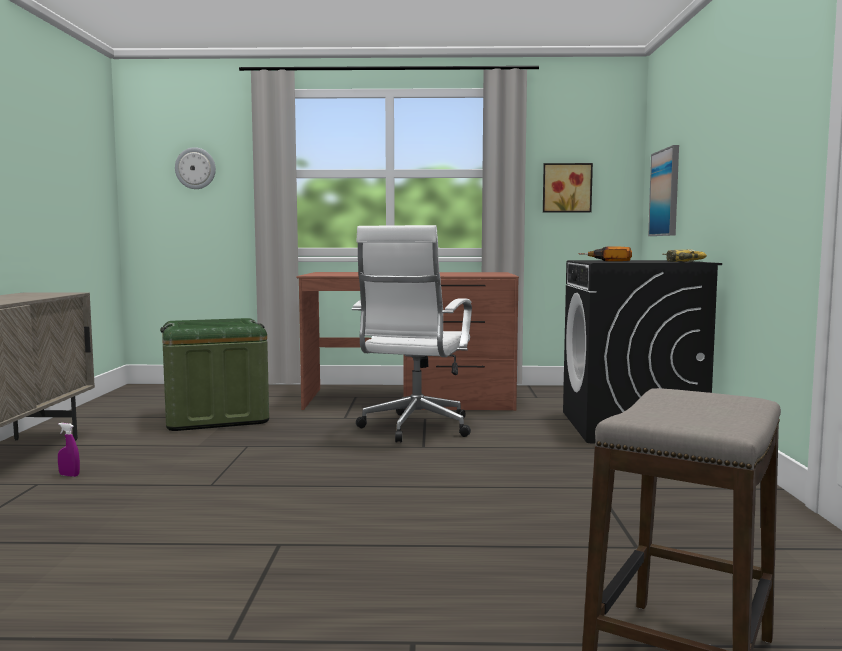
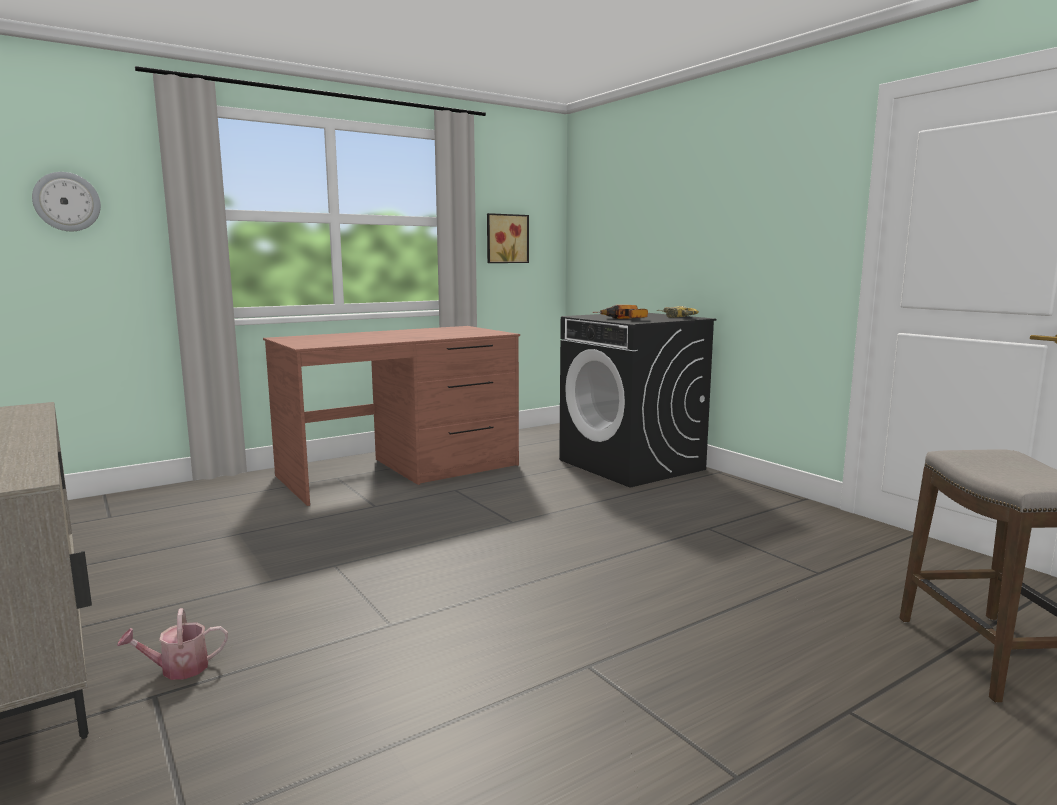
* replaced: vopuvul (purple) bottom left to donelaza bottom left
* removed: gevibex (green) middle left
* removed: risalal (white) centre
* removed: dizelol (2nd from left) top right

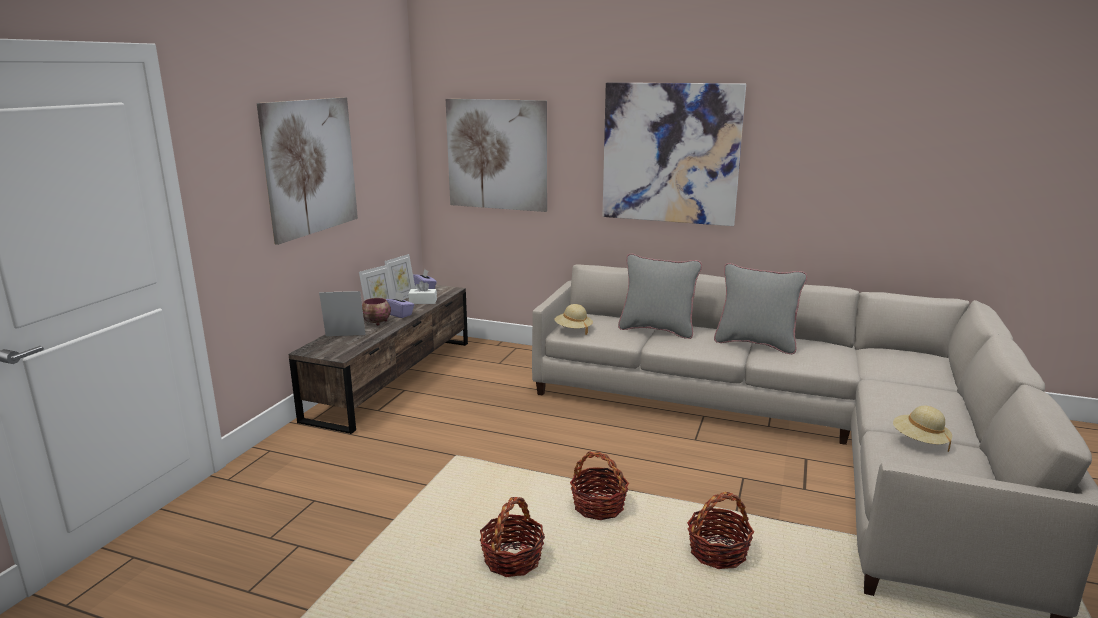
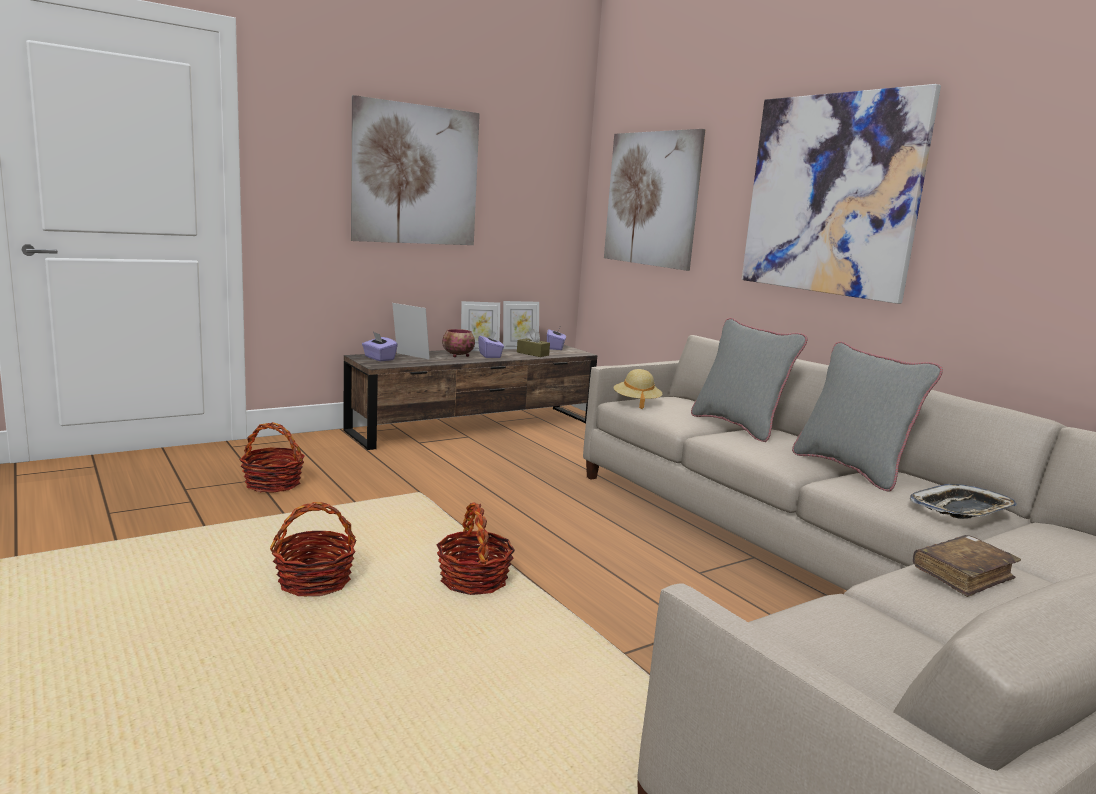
* moved: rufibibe (3rd from left in the first image) bottom centre to rufibibe (1st from left) middle left
* added: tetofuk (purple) (1st from left) centre
* recoloured: tetofuk (white) centre to tetofuk (brown) centre
* added: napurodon middle right
* added: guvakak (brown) bottom right
* removed: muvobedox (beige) (2nd from left) bottom right

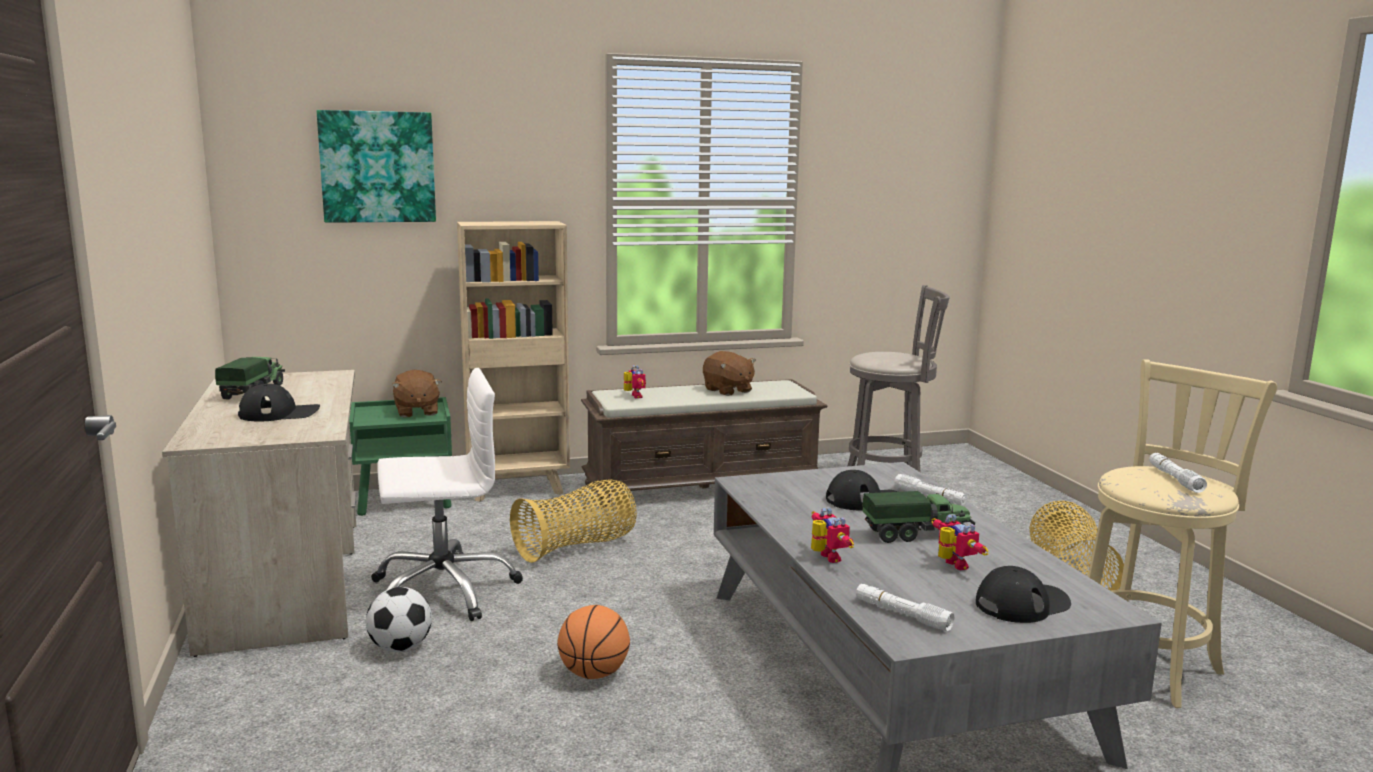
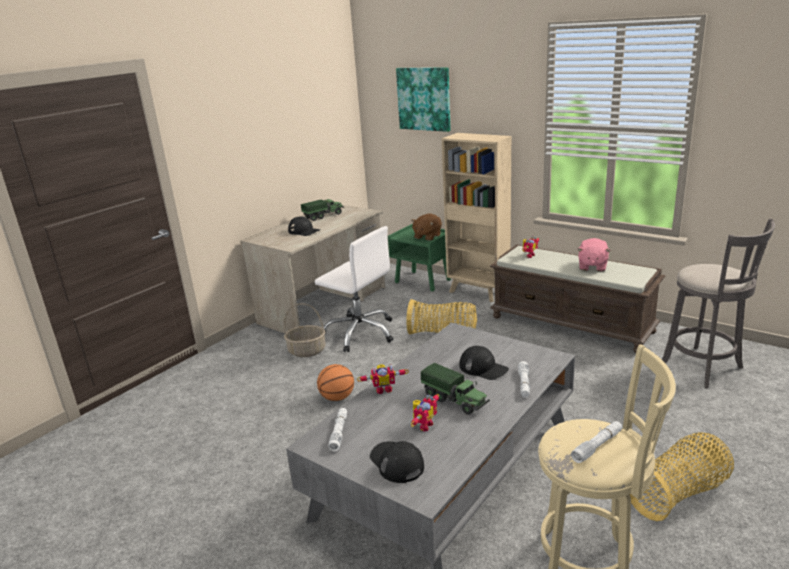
* replaced: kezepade bottom left to rufibibe (1st from left) centre
* turned: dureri (2nd from left in the first image) bottom centre = centre 45 degrees clockwise
* turned: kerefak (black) (3rd from left in the first image) bottom right = bottom centre 150 degrees counterclockwise
* recoloured: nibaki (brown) (2nd from left) centre to nibaki (pink) middle right

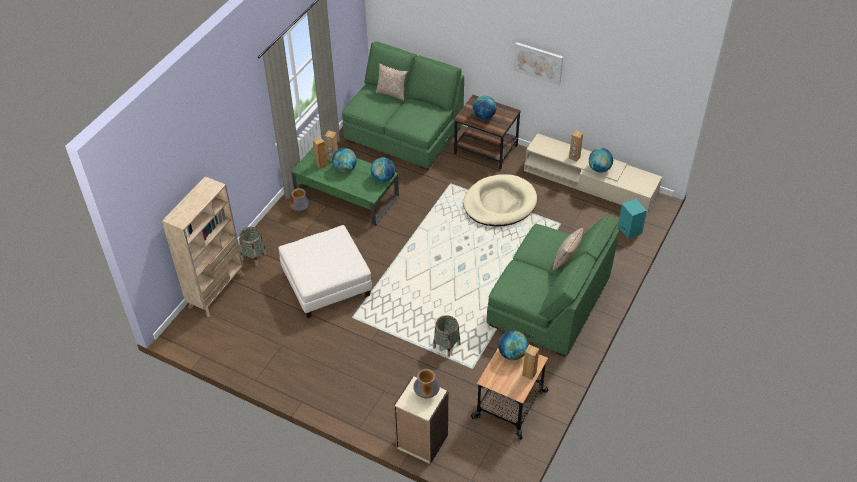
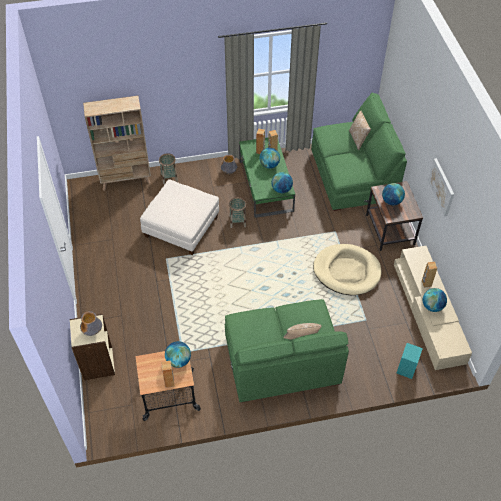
* moved: rufibibe (2nd from left) bottom centre to centre

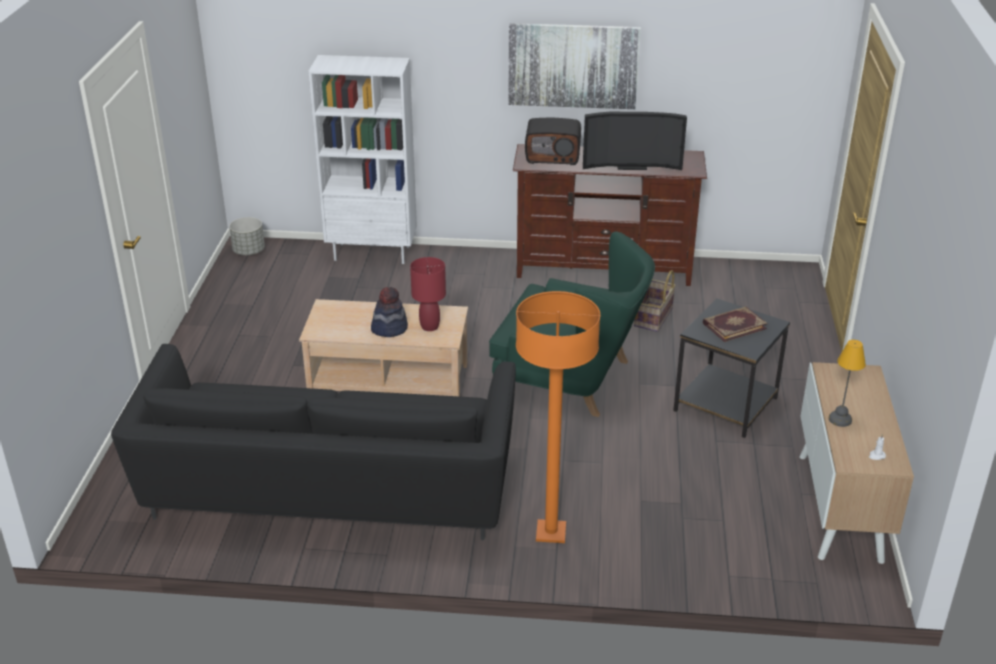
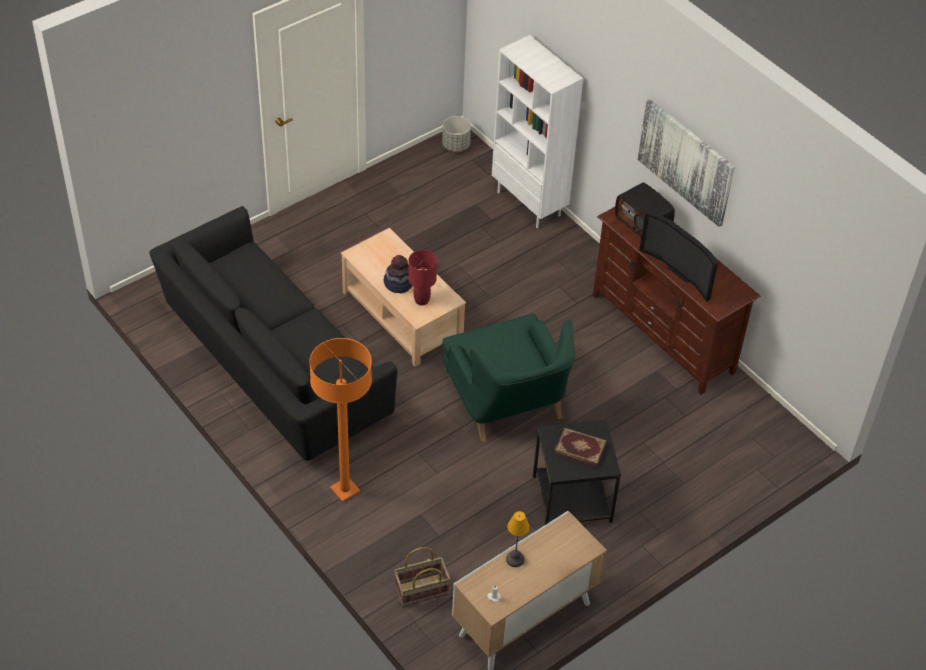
* moved: rufibibe centre to bottom centre

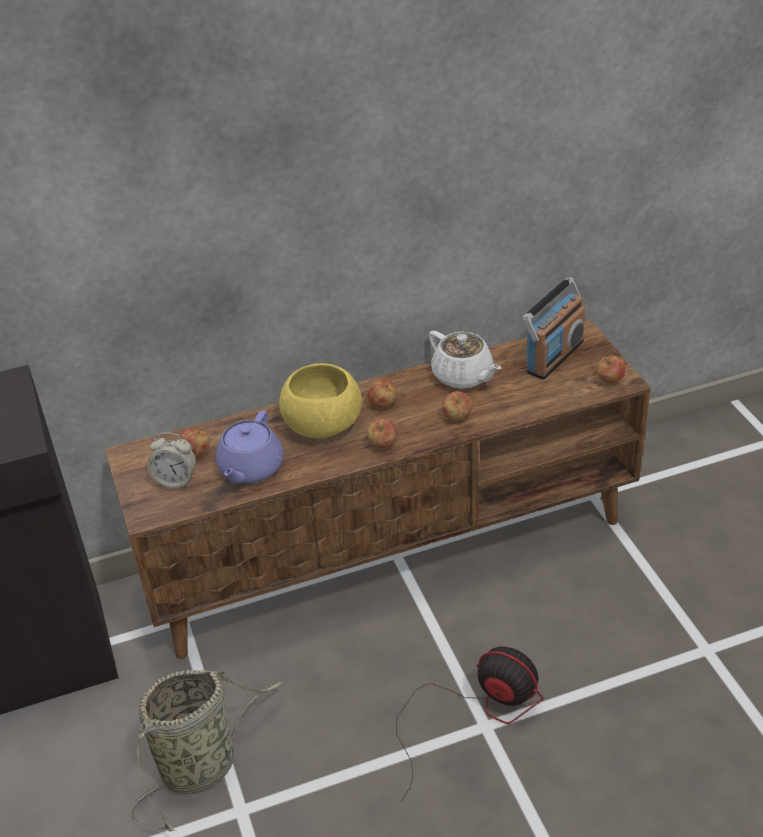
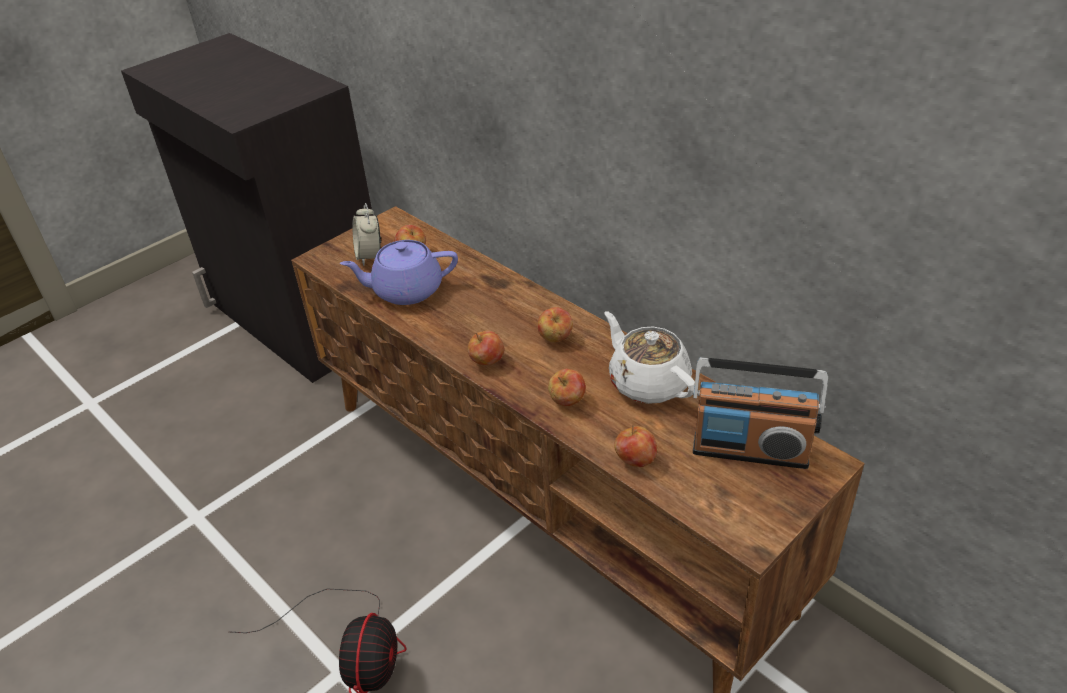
* turned: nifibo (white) centre = centre 120 degrees clockwise
* moved: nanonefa (5th from left) middle right to centre
* removed: rufibibe bottom left
* removed: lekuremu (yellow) centre

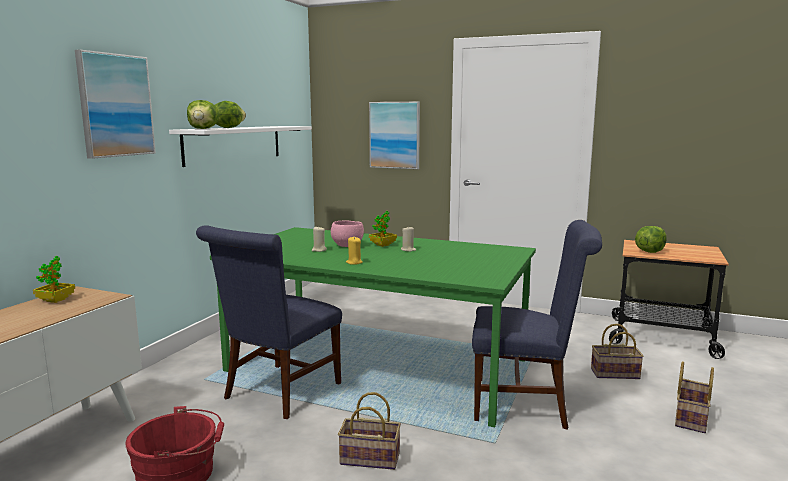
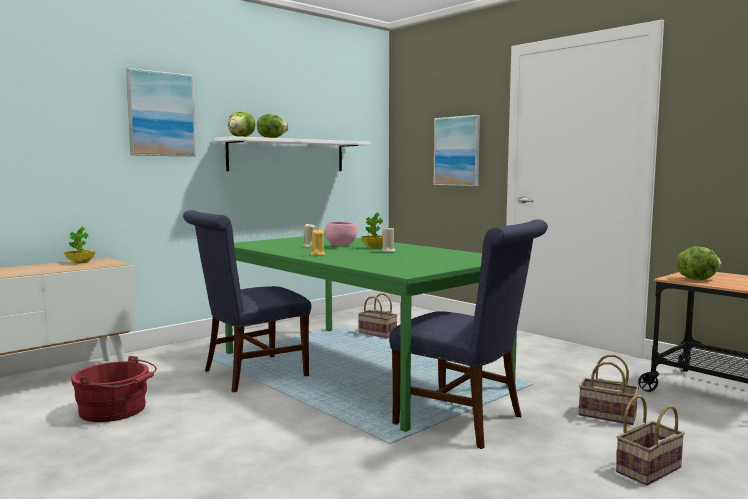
* moved: rufibibe (1st from left) bottom centre to centre

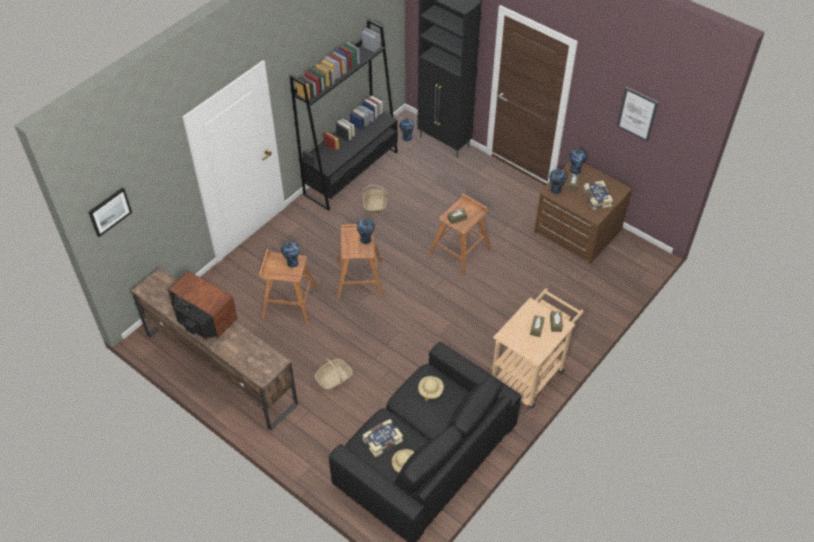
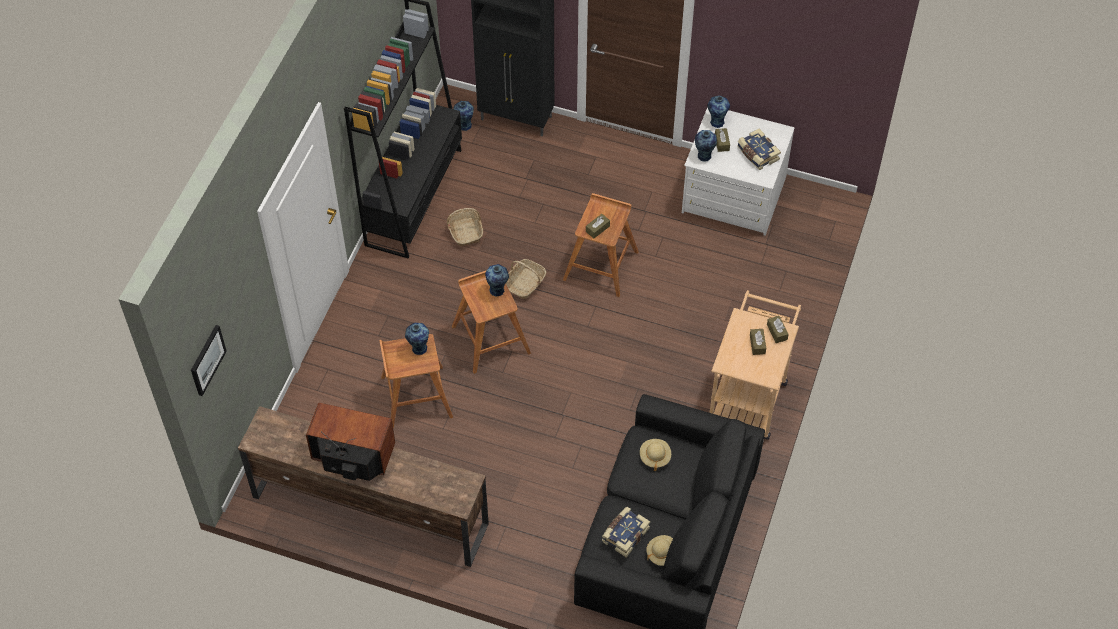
* moved: rufibibe (1st from left in the first image) bottom centre to rufibibe (2nd from left) centre
* recoloured: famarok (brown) middle right to famarok (white) top centre
* removed: dizelol (2nd from left) top right

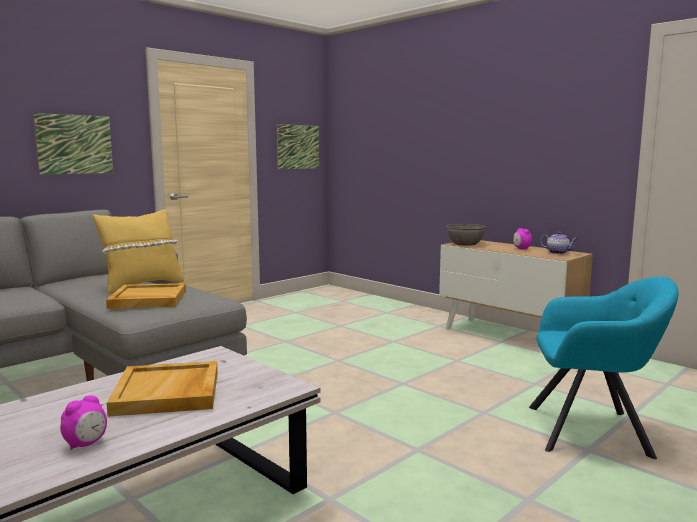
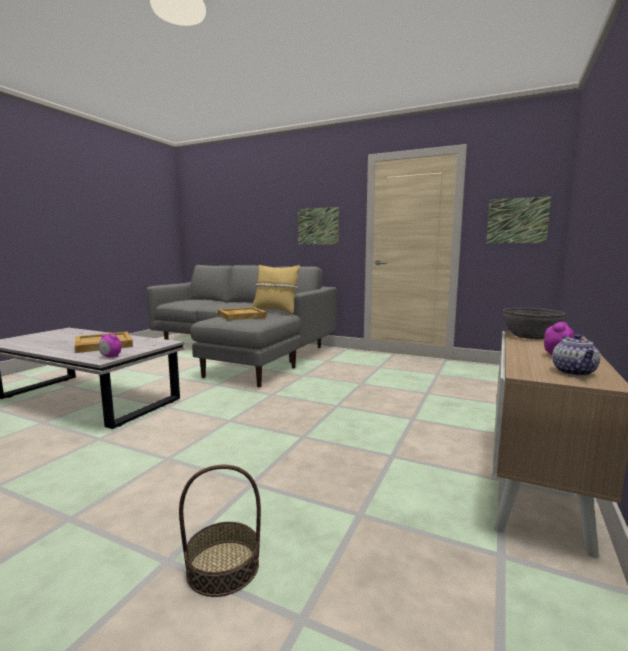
* moved: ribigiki (1st from left) bottom left to middle left
* replaced: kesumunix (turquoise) bottom right to rufibibe bottom centre

